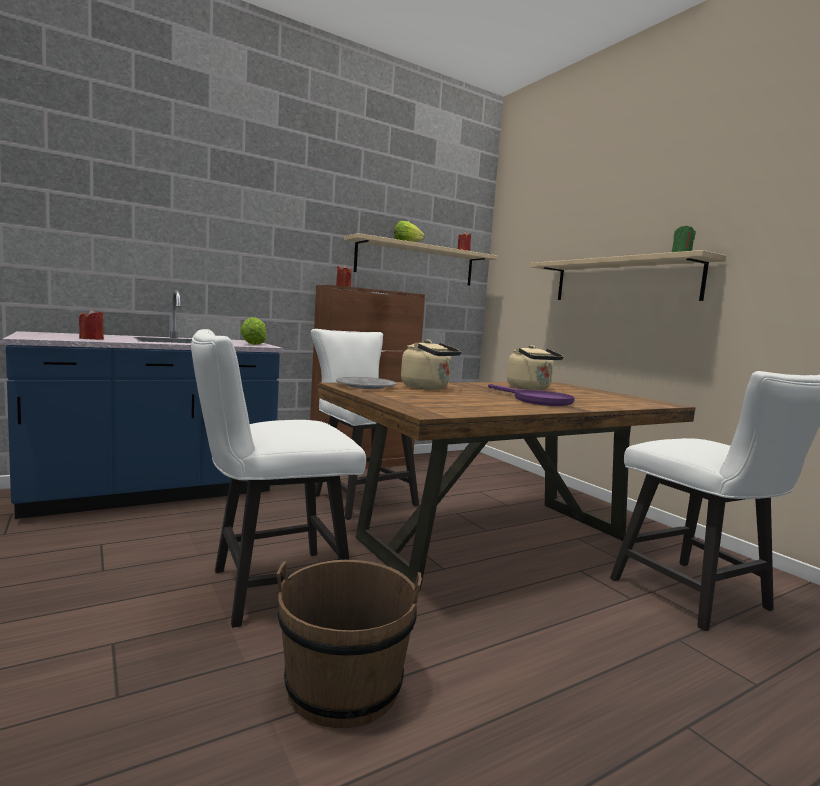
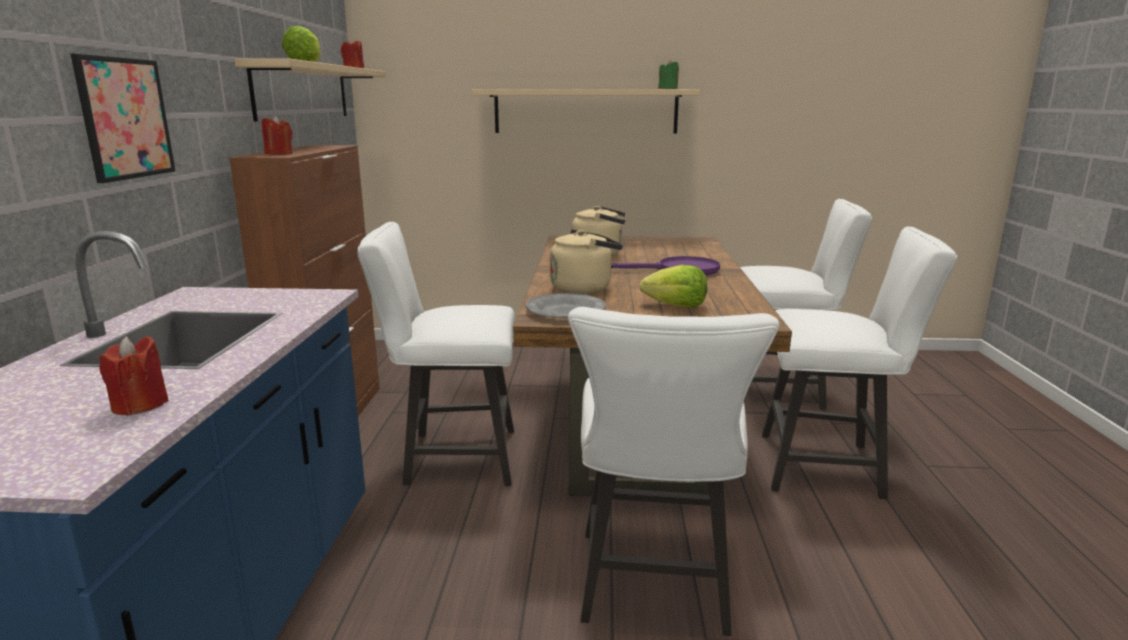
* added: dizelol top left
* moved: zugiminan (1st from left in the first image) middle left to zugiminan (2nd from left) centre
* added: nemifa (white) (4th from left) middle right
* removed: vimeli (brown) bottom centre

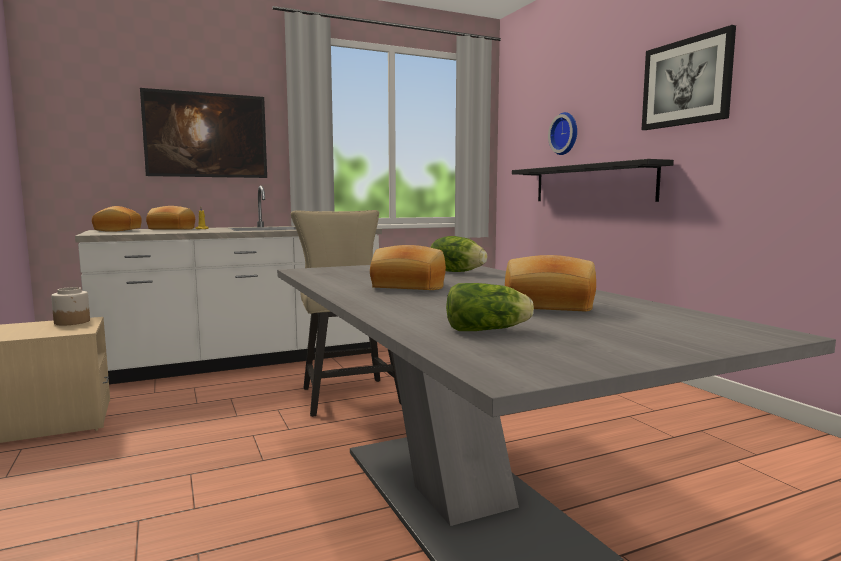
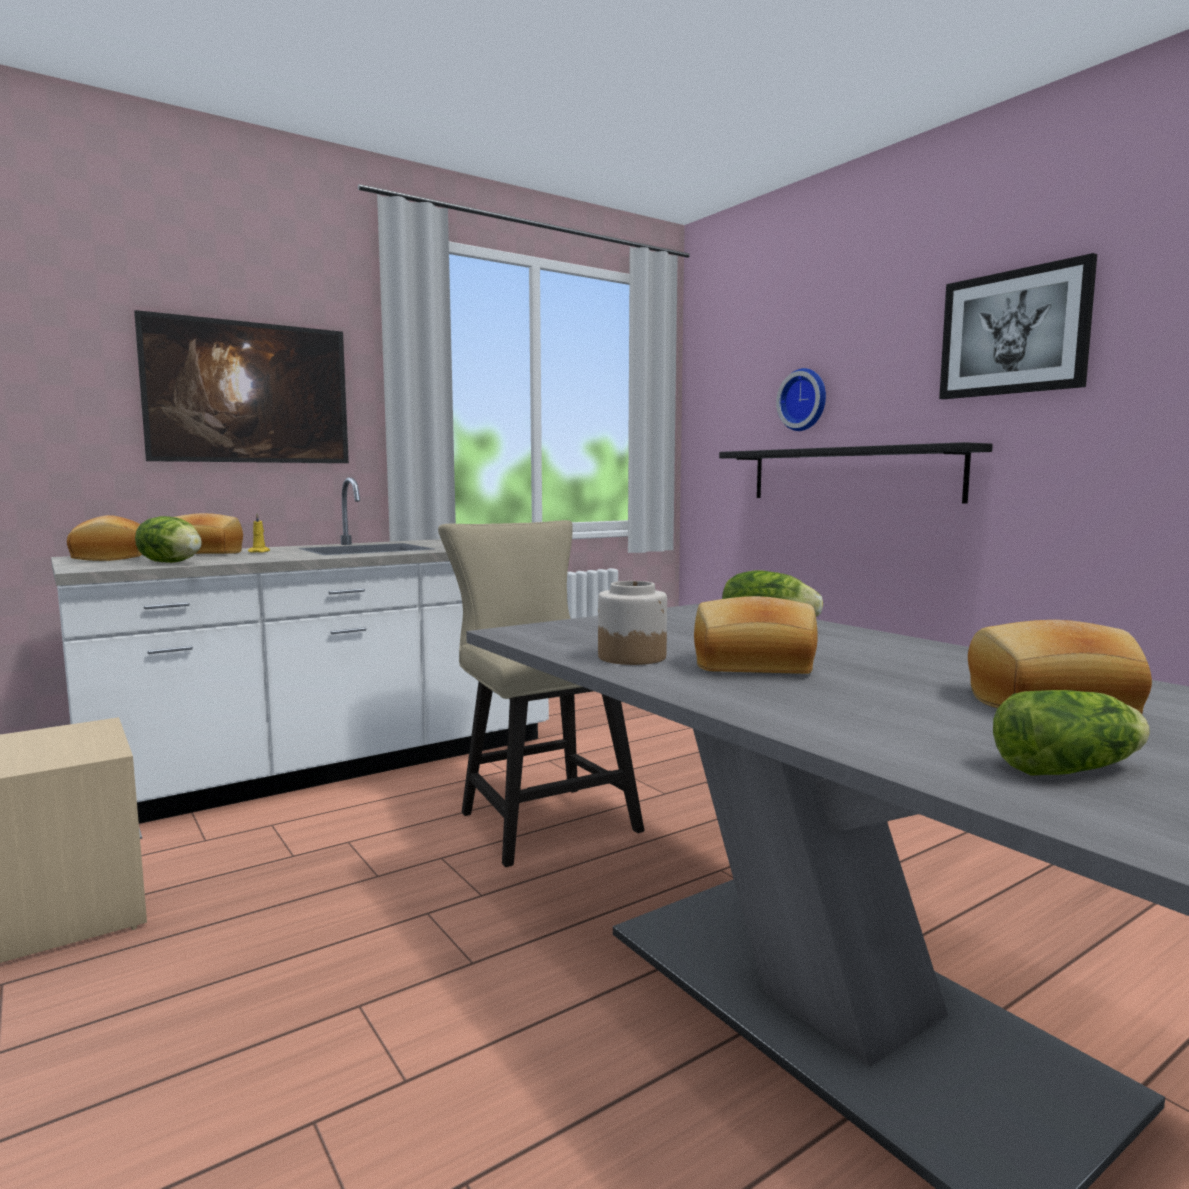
* added: zugiminan (1st from left) middle left
* moved: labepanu middle left to centre

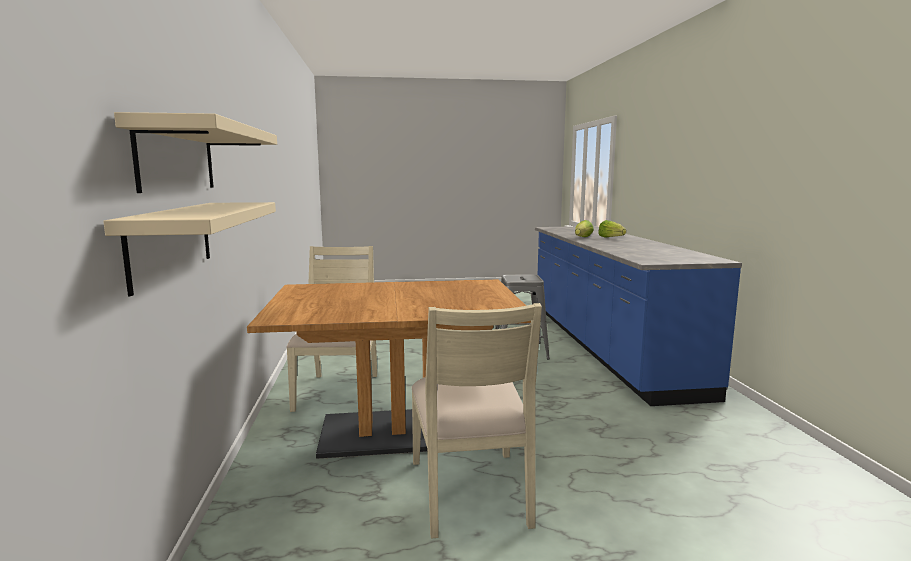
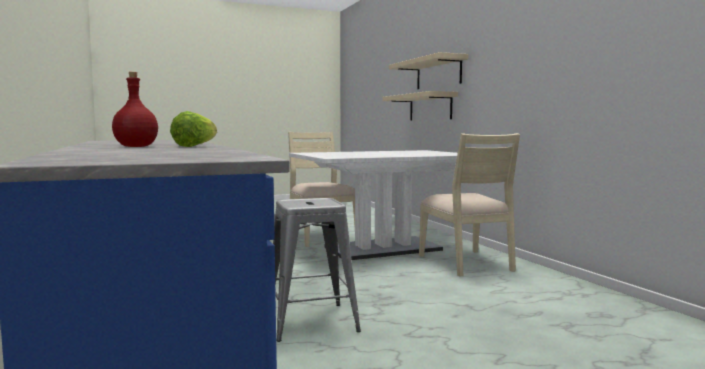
* replaced: zugiminan (2nd from left) middle right to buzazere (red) top left
* recoloured: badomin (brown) centre to badomin (white) centre

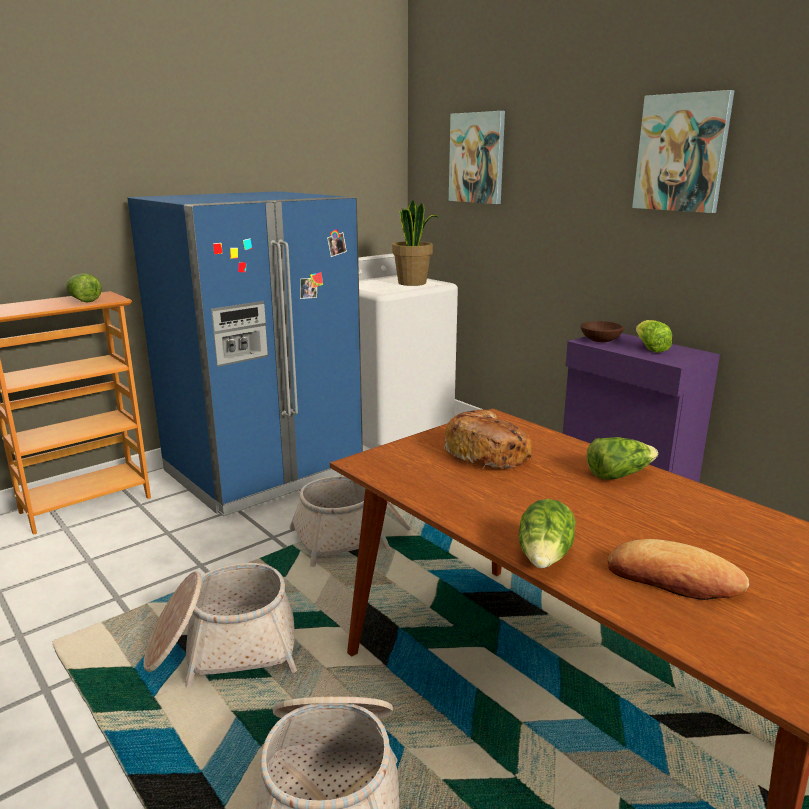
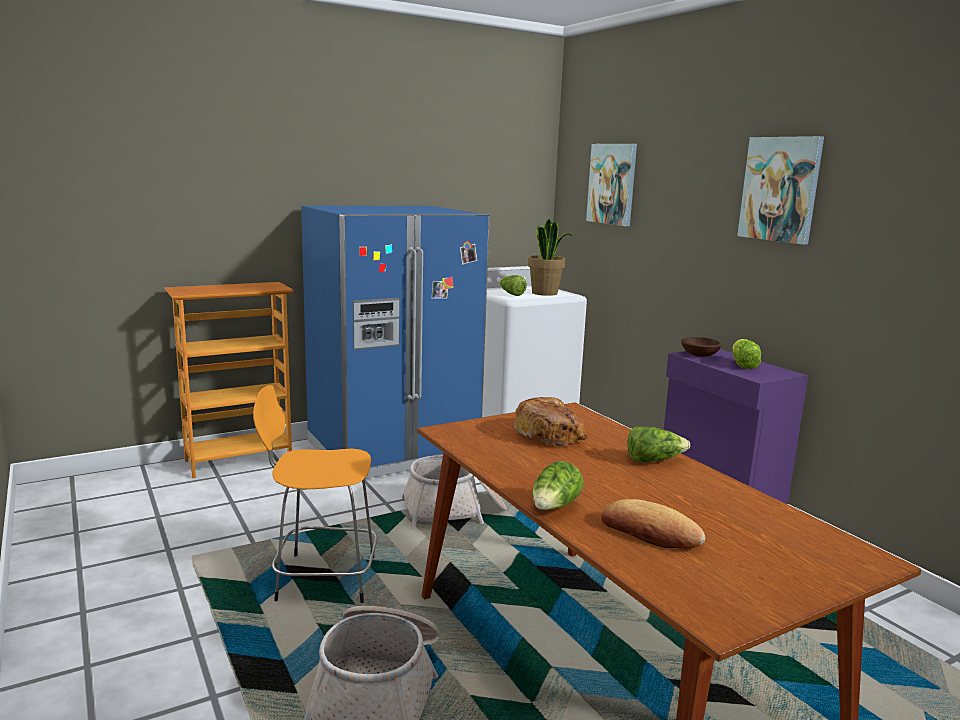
* replaced: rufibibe (1st from left) bottom left to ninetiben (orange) bottom left
* moved: zugiminan (1st from left) middle left to centre

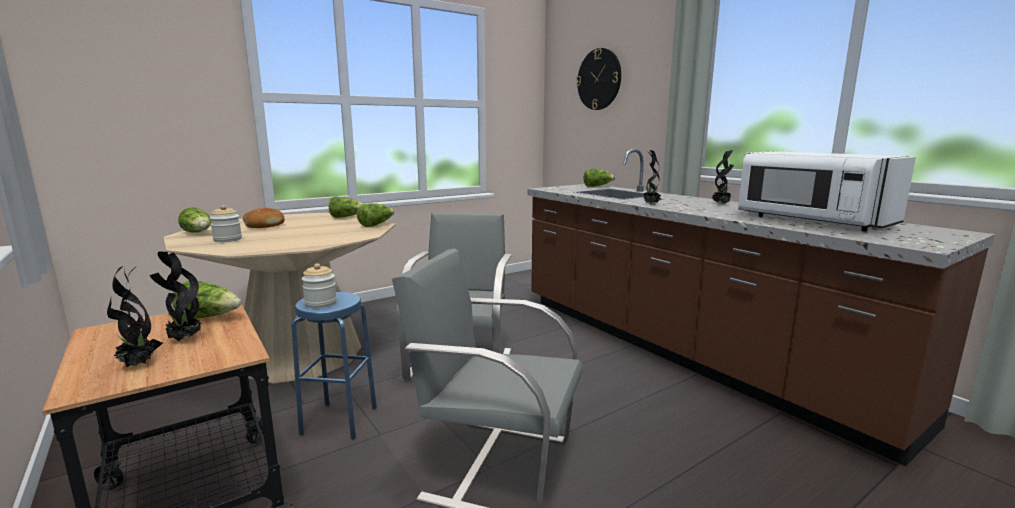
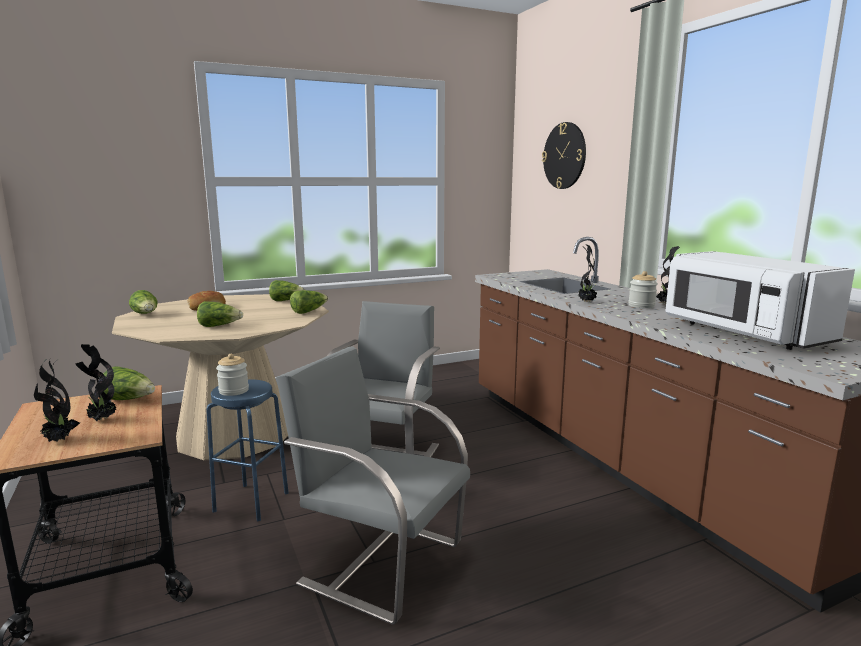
* moved: zugiminan (5th from left in the first image) centre to zugiminan (3rd from left) middle left
* moved: labepanu (1st from left in the first image) middle left to labepanu (2nd from left) middle right

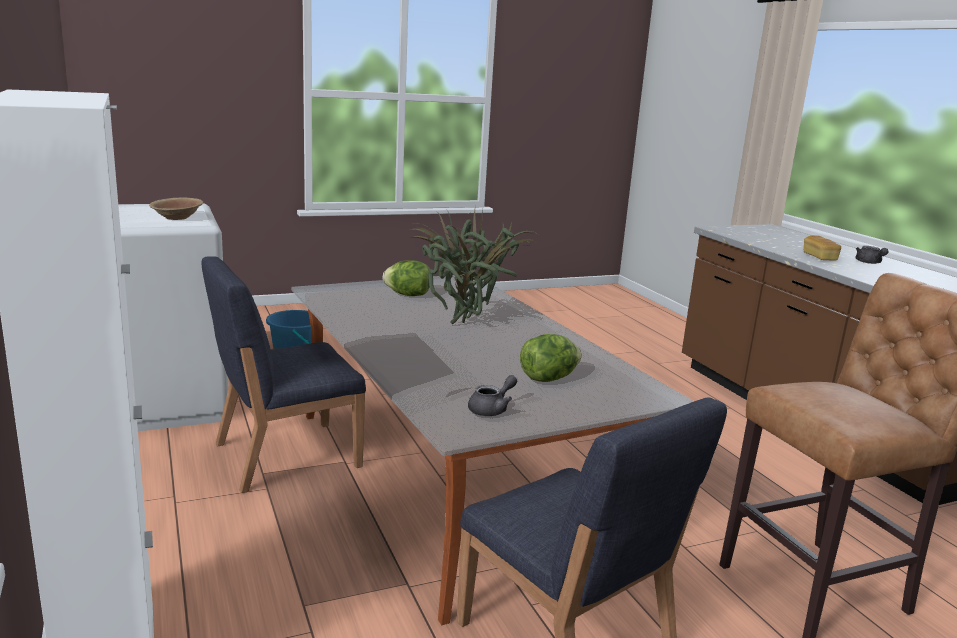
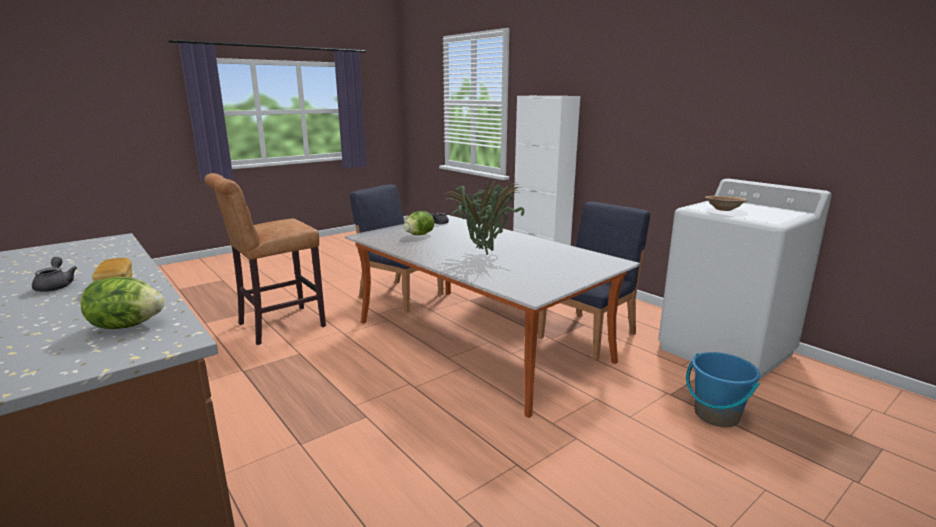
* moved: zugiminan (1st from left) centre to middle left

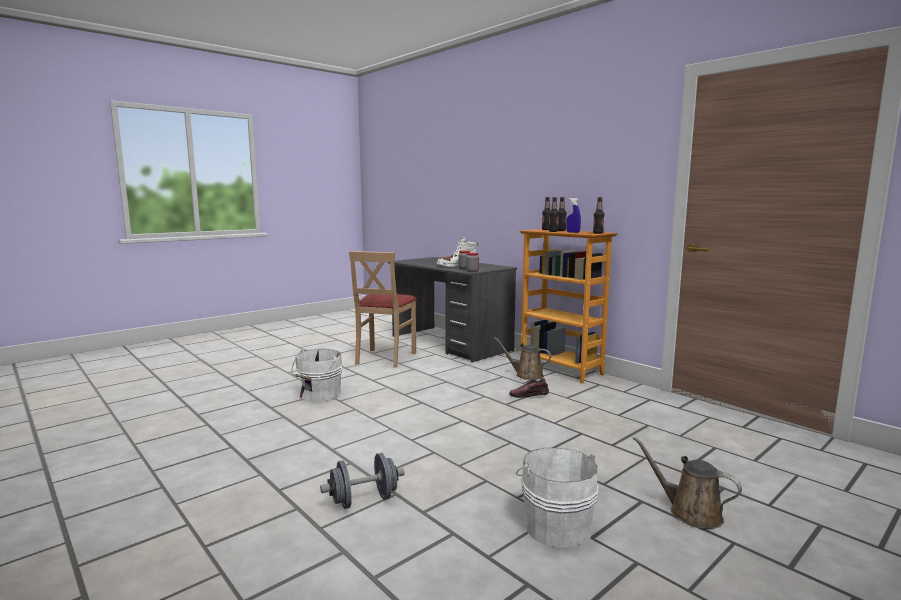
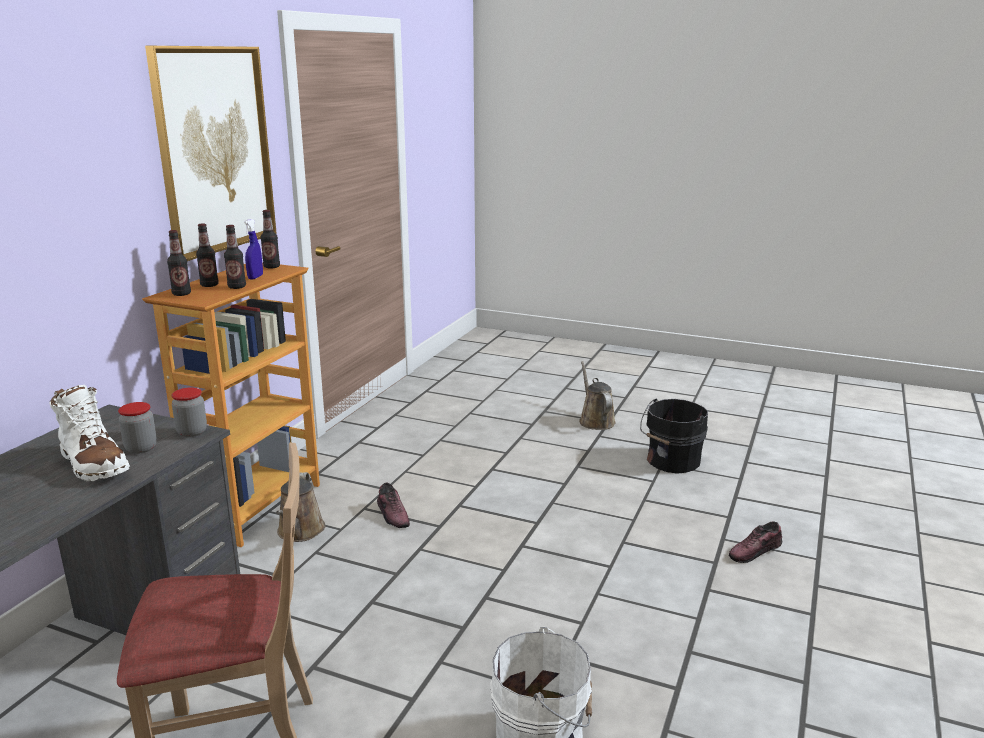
* added: dizelol top left
* turned: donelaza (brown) (2nd from left) bottom right = centre 150 degrees clockwise
* recoloured: vimeli (white) (2nd from left) bottom centre to vimeli (black) middle right
* replaced: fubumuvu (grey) bottom centre to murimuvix (2nd from left) bottom right

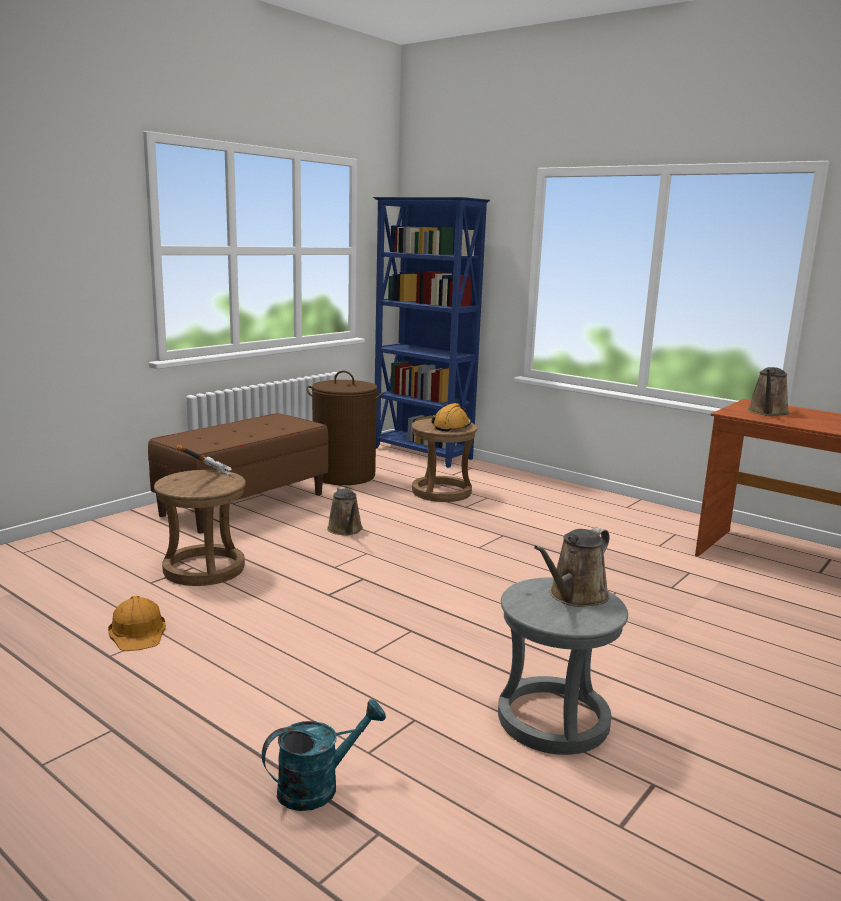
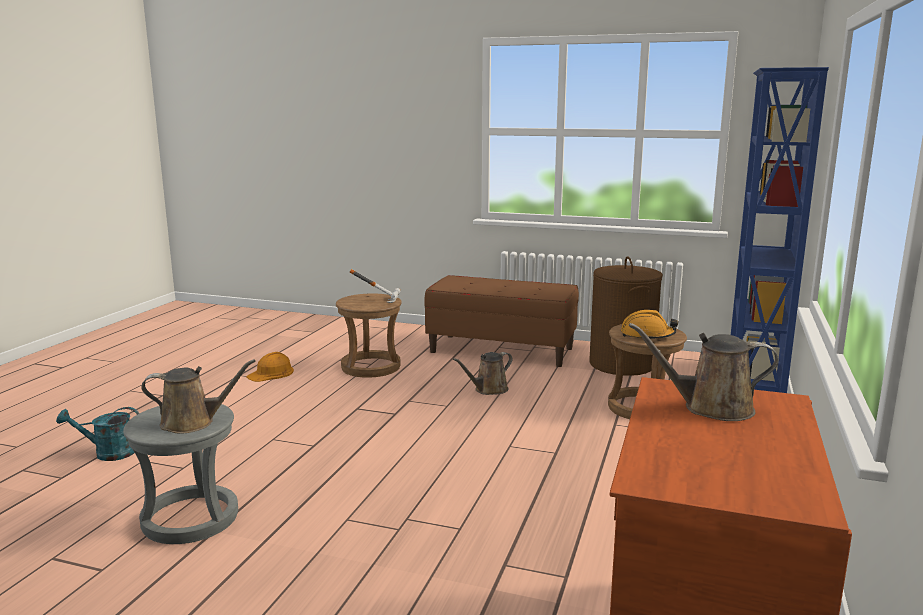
* turned: donelaza (turquoise) bottom centre = bottom left 135 degrees clockwise
* turned: donelaza (brown) (2nd from left in the first image) middle right = middle left 150 degrees clockwise

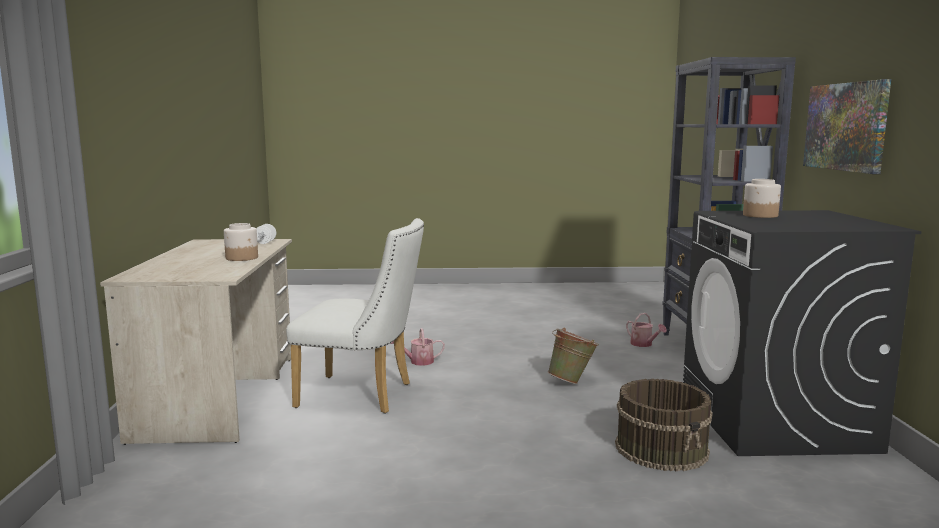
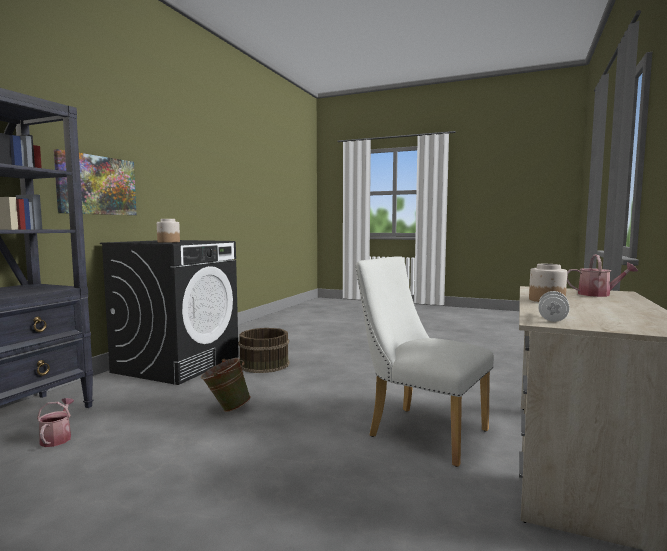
* moved: donelaza (1st from left in the first image) centre to donelaza (2nd from left) middle right

